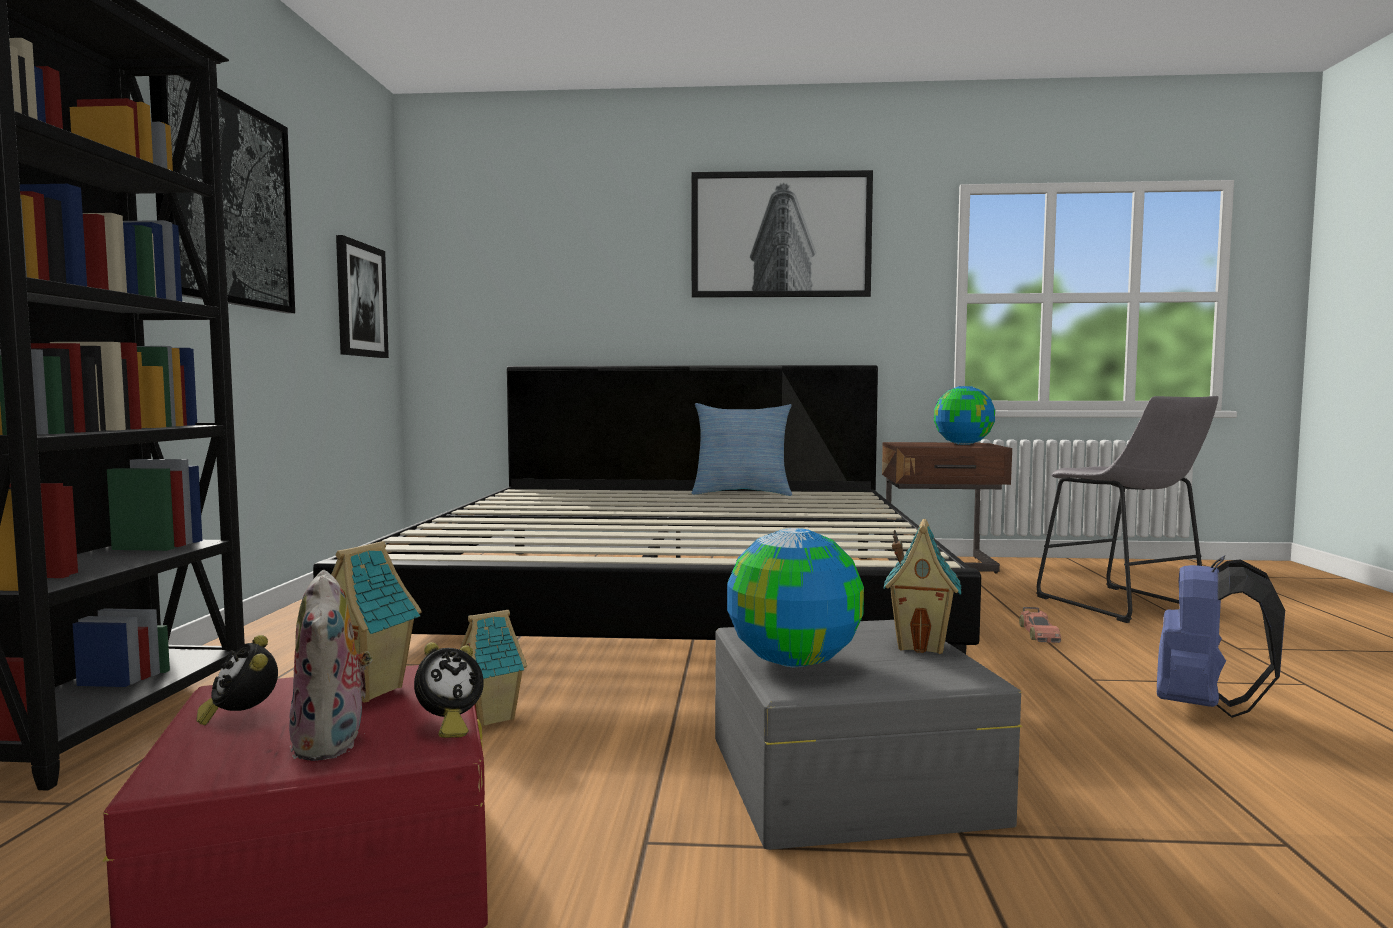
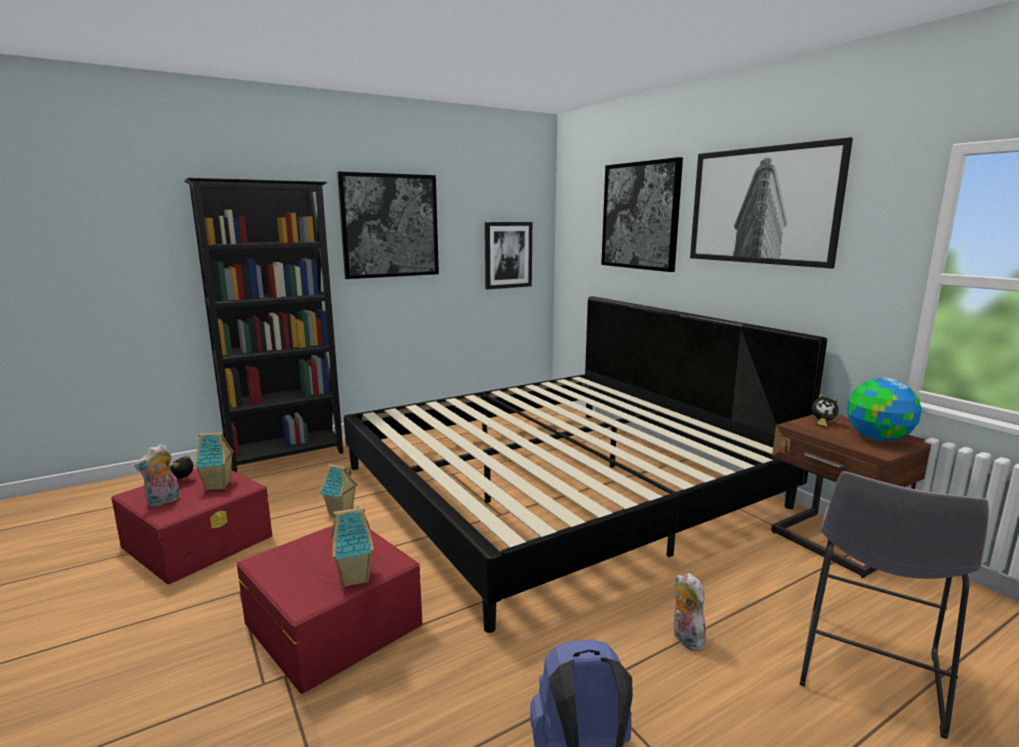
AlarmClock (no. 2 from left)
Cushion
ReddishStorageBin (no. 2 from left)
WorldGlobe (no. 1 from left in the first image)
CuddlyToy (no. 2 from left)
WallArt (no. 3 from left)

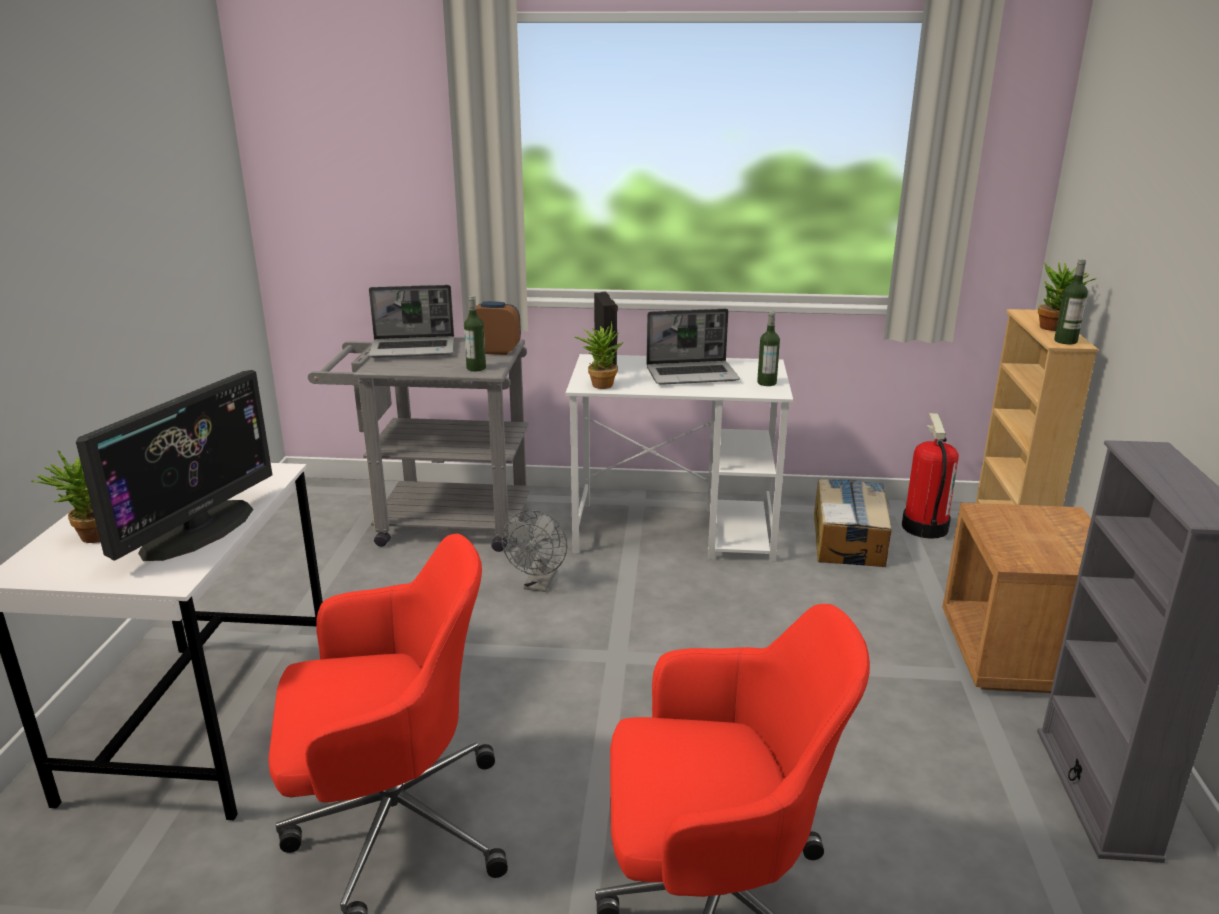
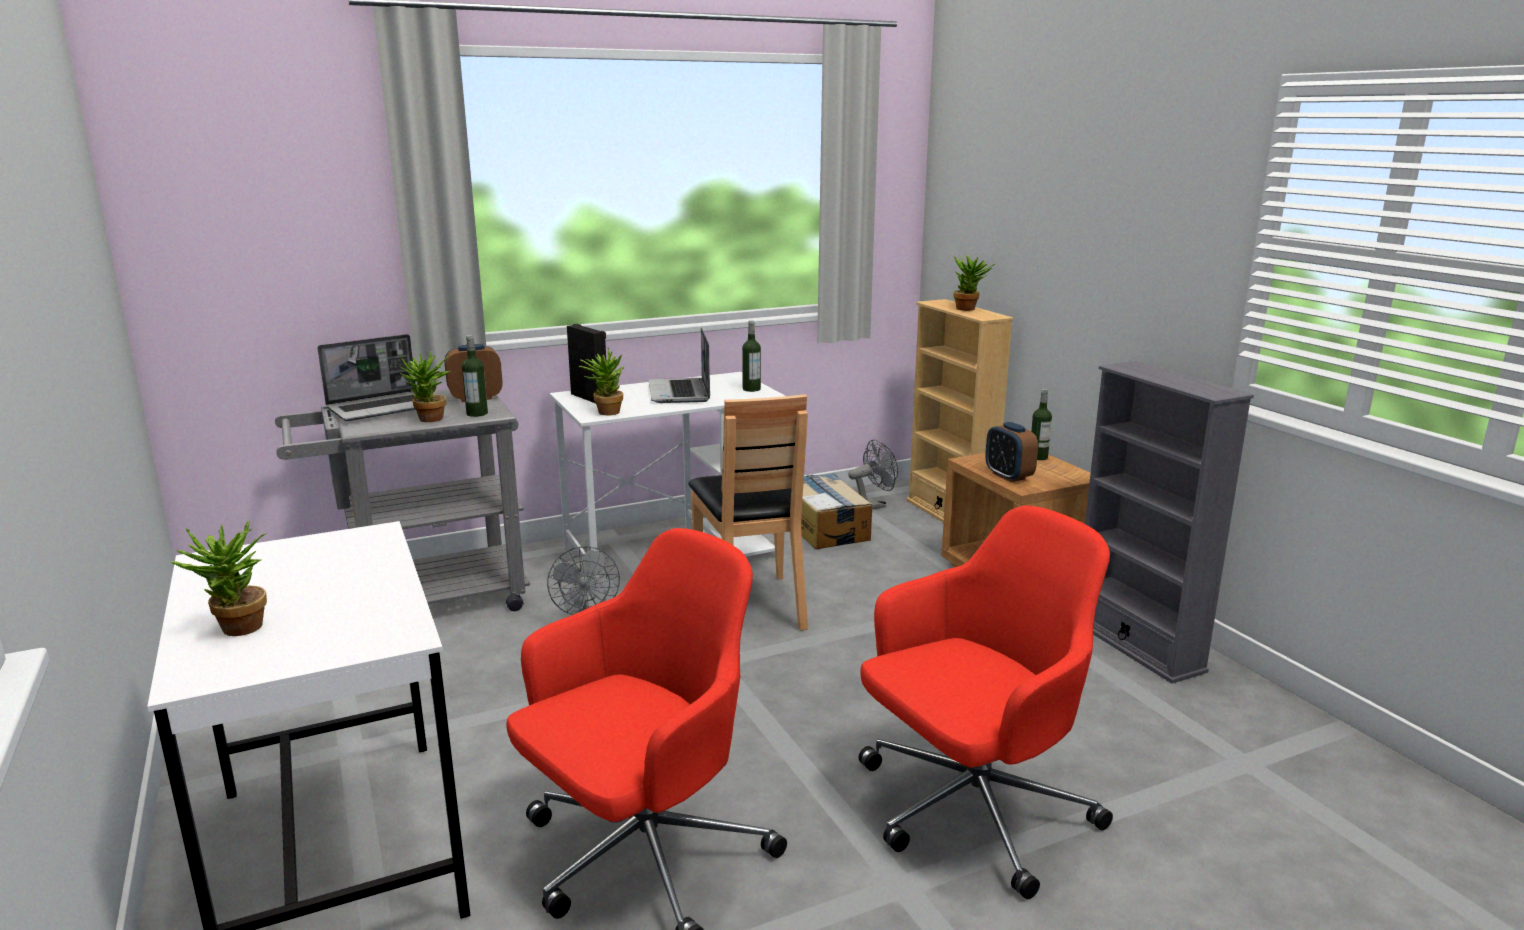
ComputerDisplay
NotebookComputer (no. 2 from left)
GreyElectricFan (no. 2 from left)
Bottle (no. 3 from left)
PottedPlant (no. 2 from left)
BrownPlainChair
AlarmClock (no. 2 from left)

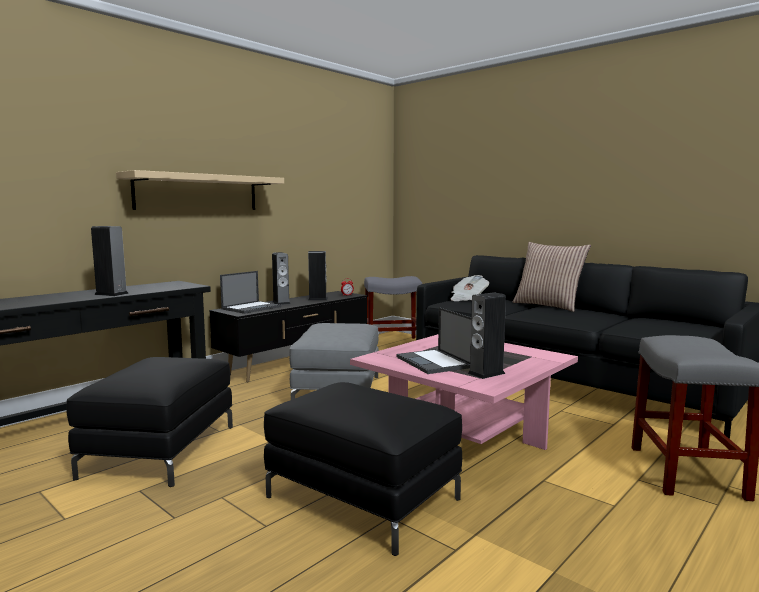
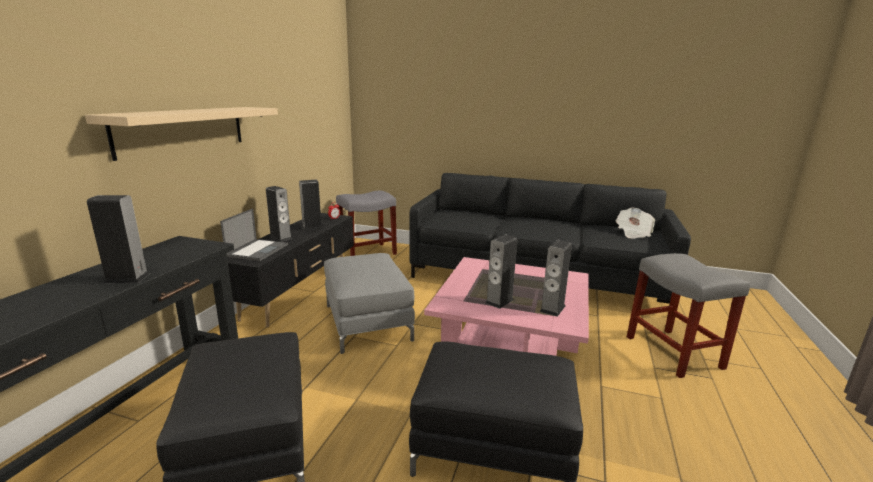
Speaker (no. 4 from left)
PrintedPaper
Cushion

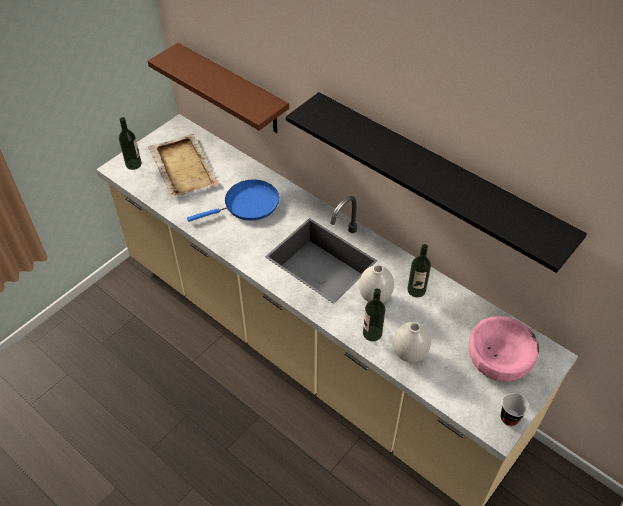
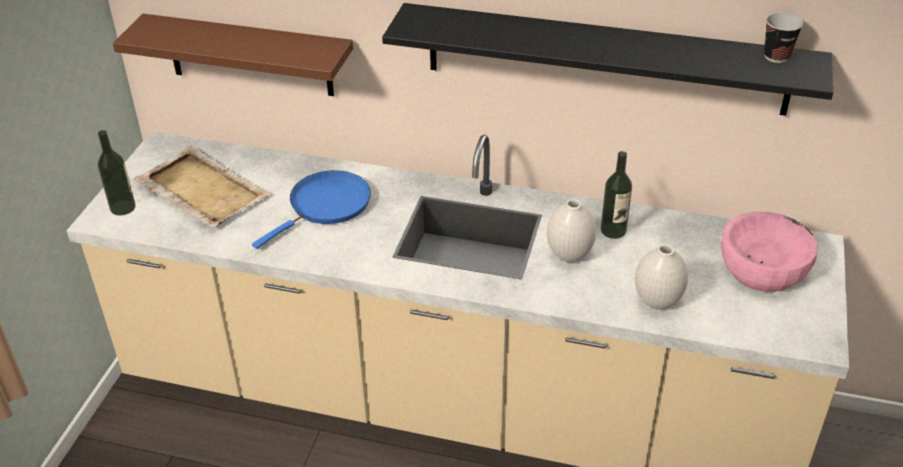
Bottle (no. 2 from left in the first image)
Cup

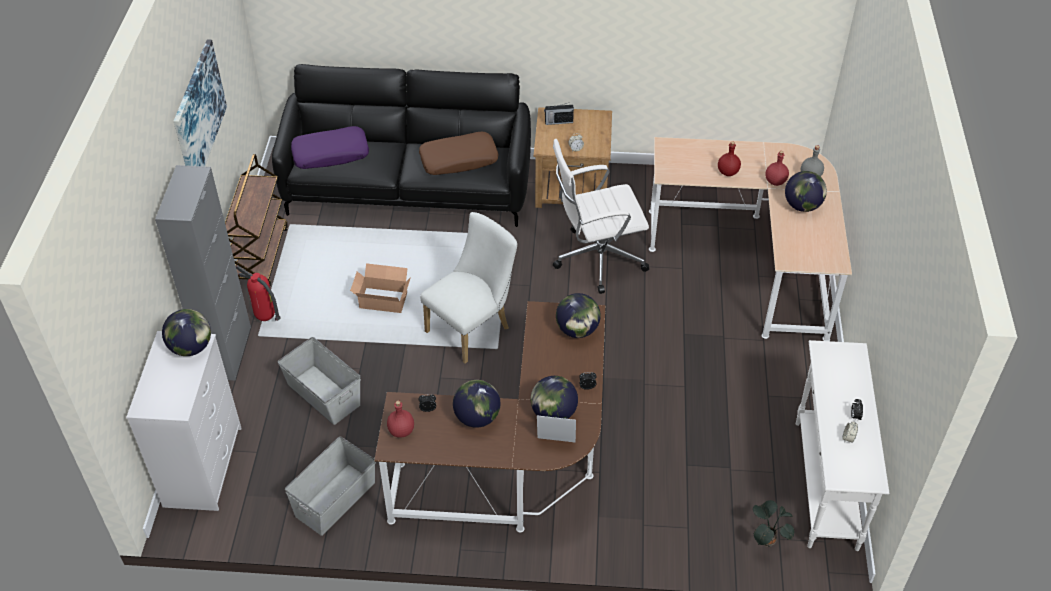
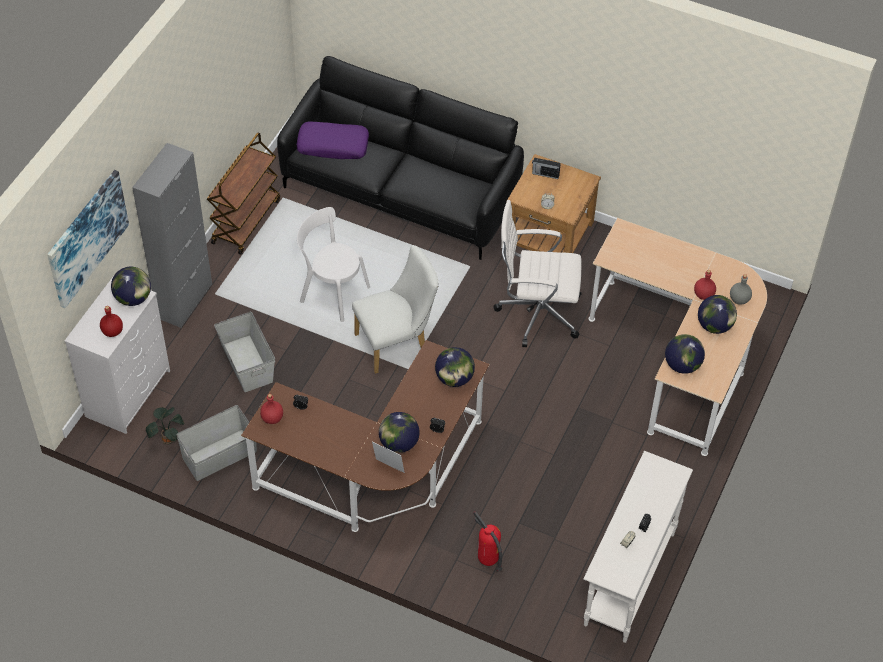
WallArt
FireFightingCylinder
WhitePlainChair (no. 1 from left)
BrownCushion
WorldGlobe (no. 4 from left)
ReddishBottle (no. 1 from left)
PottedPlant

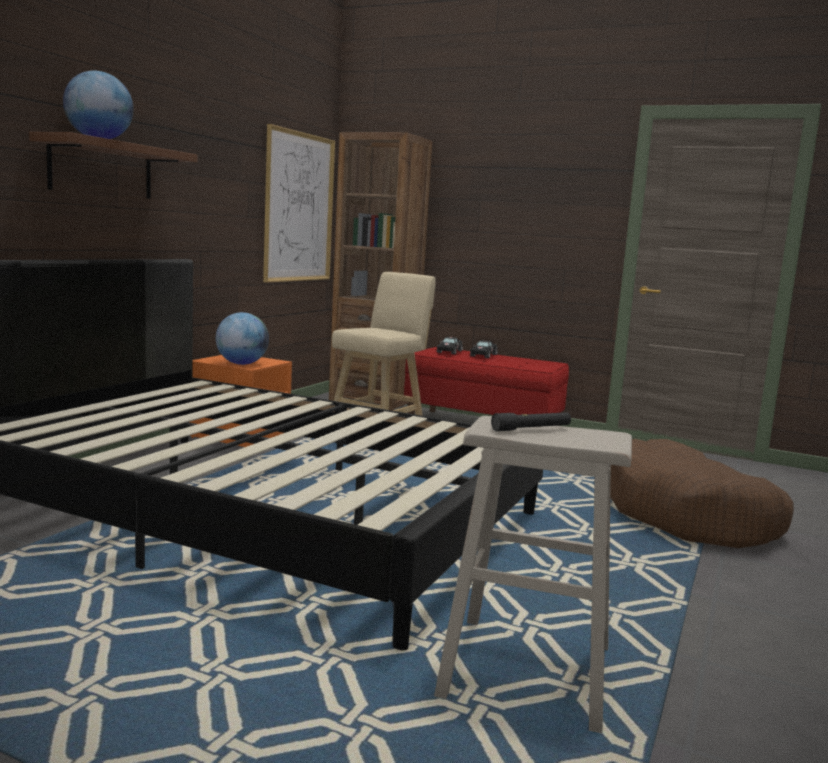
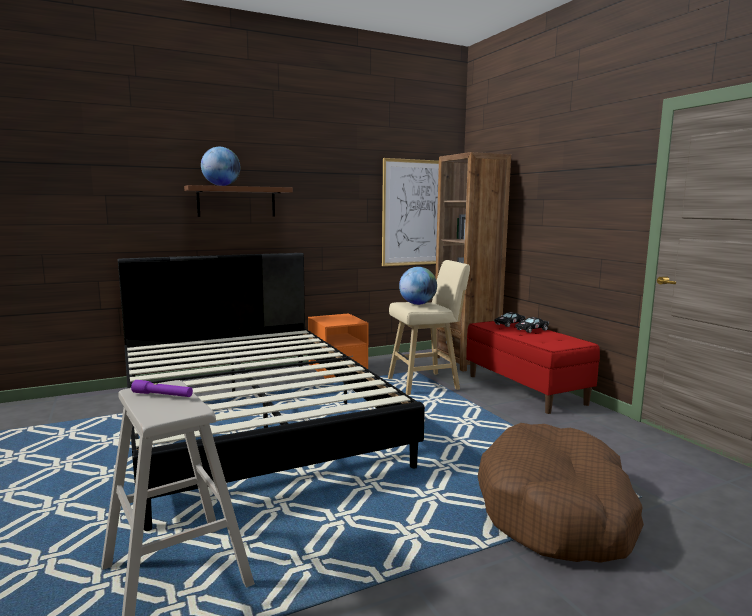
WorldGlobe (no. 2 from left)
PurplishTorch

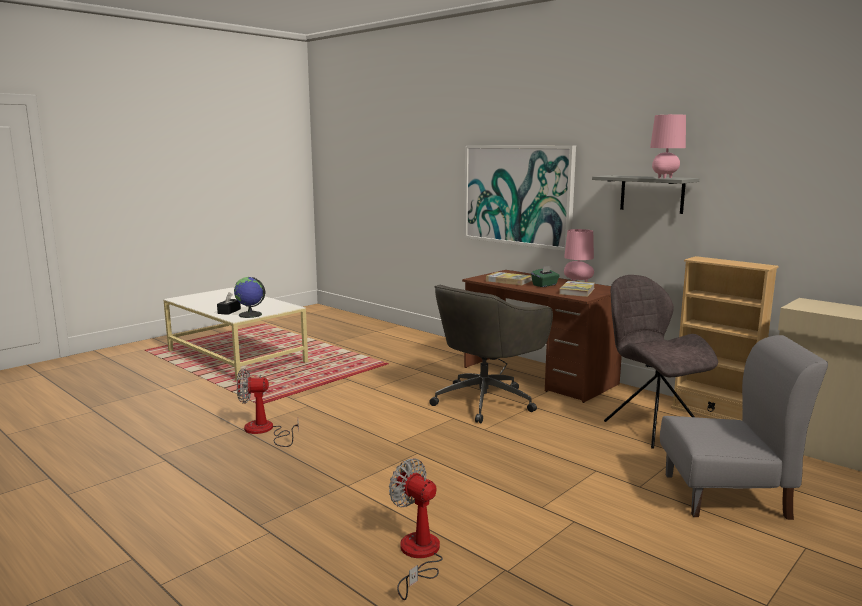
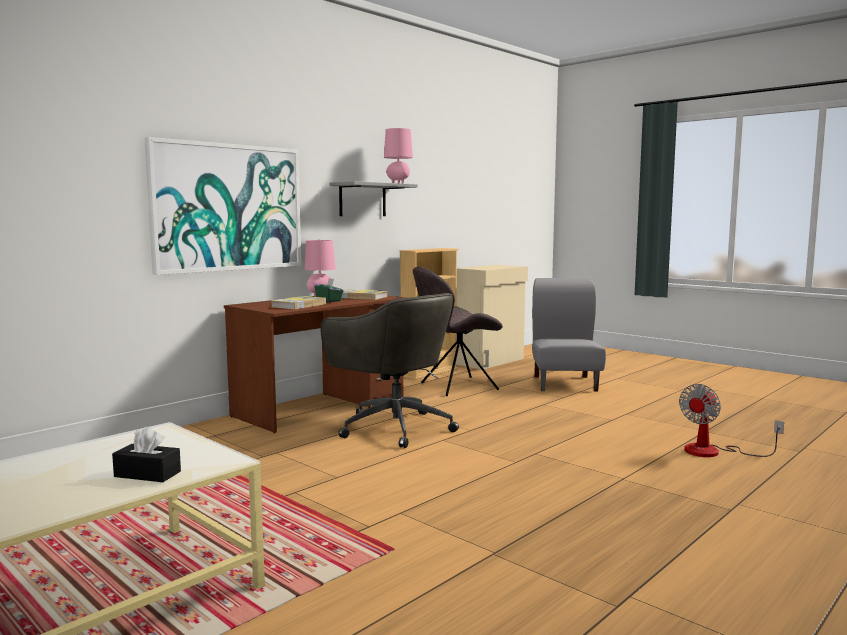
WorldGlobe
ElectricFan (no. 1 from left in the first image)

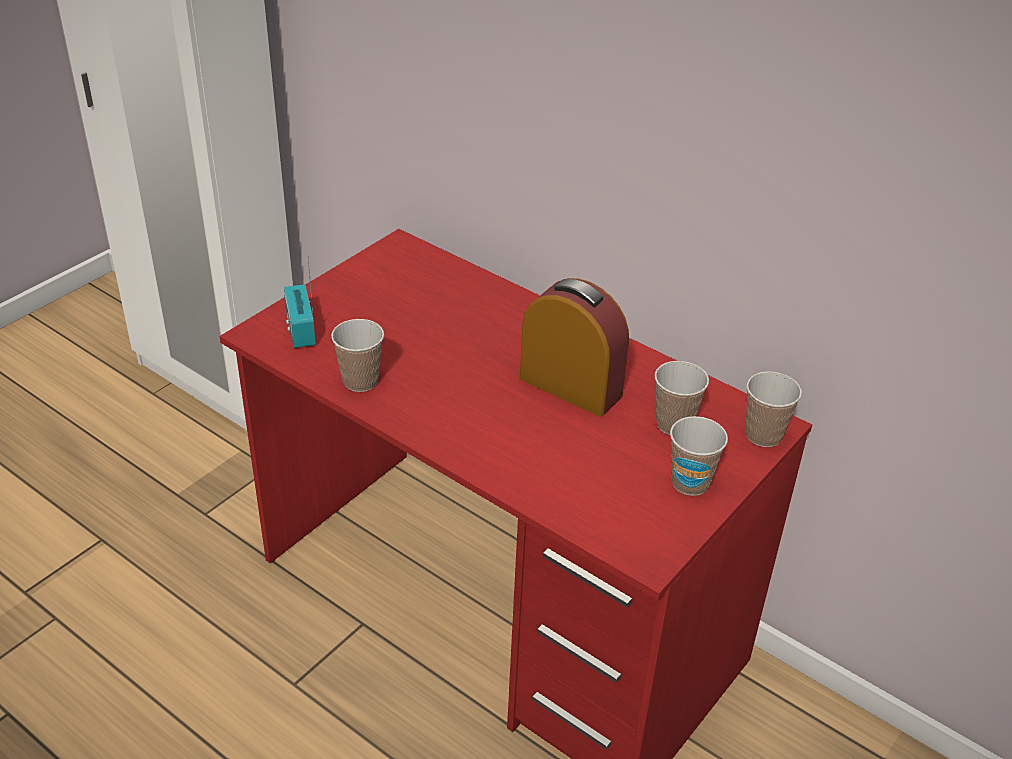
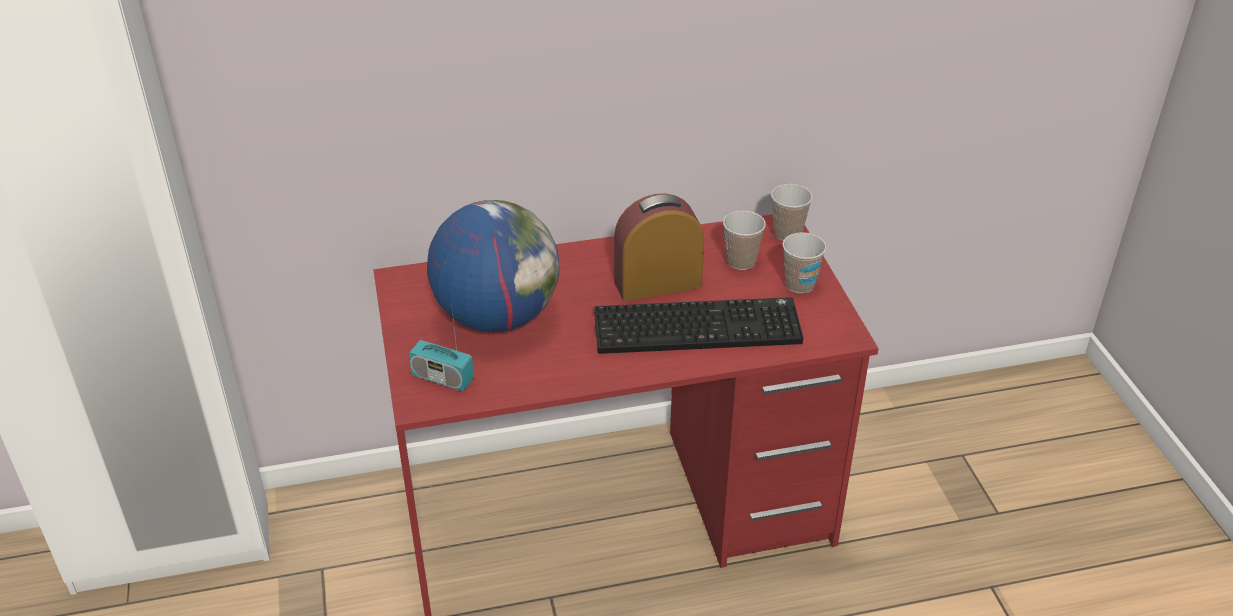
Cup (no. 1 from left in the first image)
WorldGlobe
ComputerKeyboard

